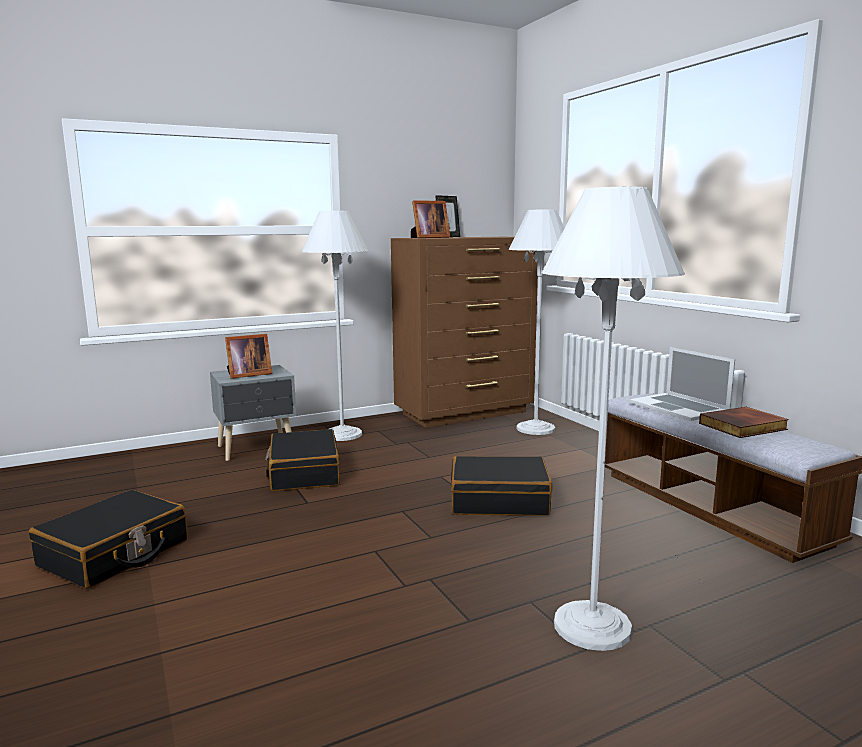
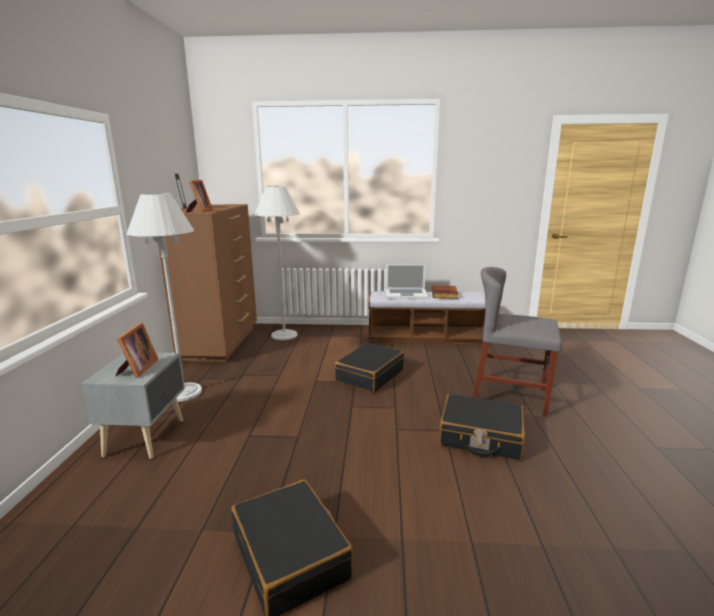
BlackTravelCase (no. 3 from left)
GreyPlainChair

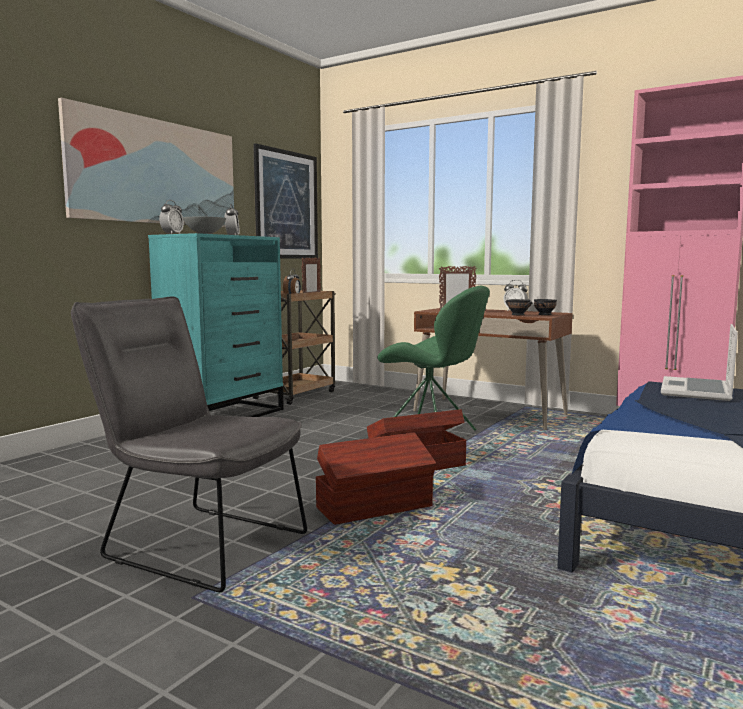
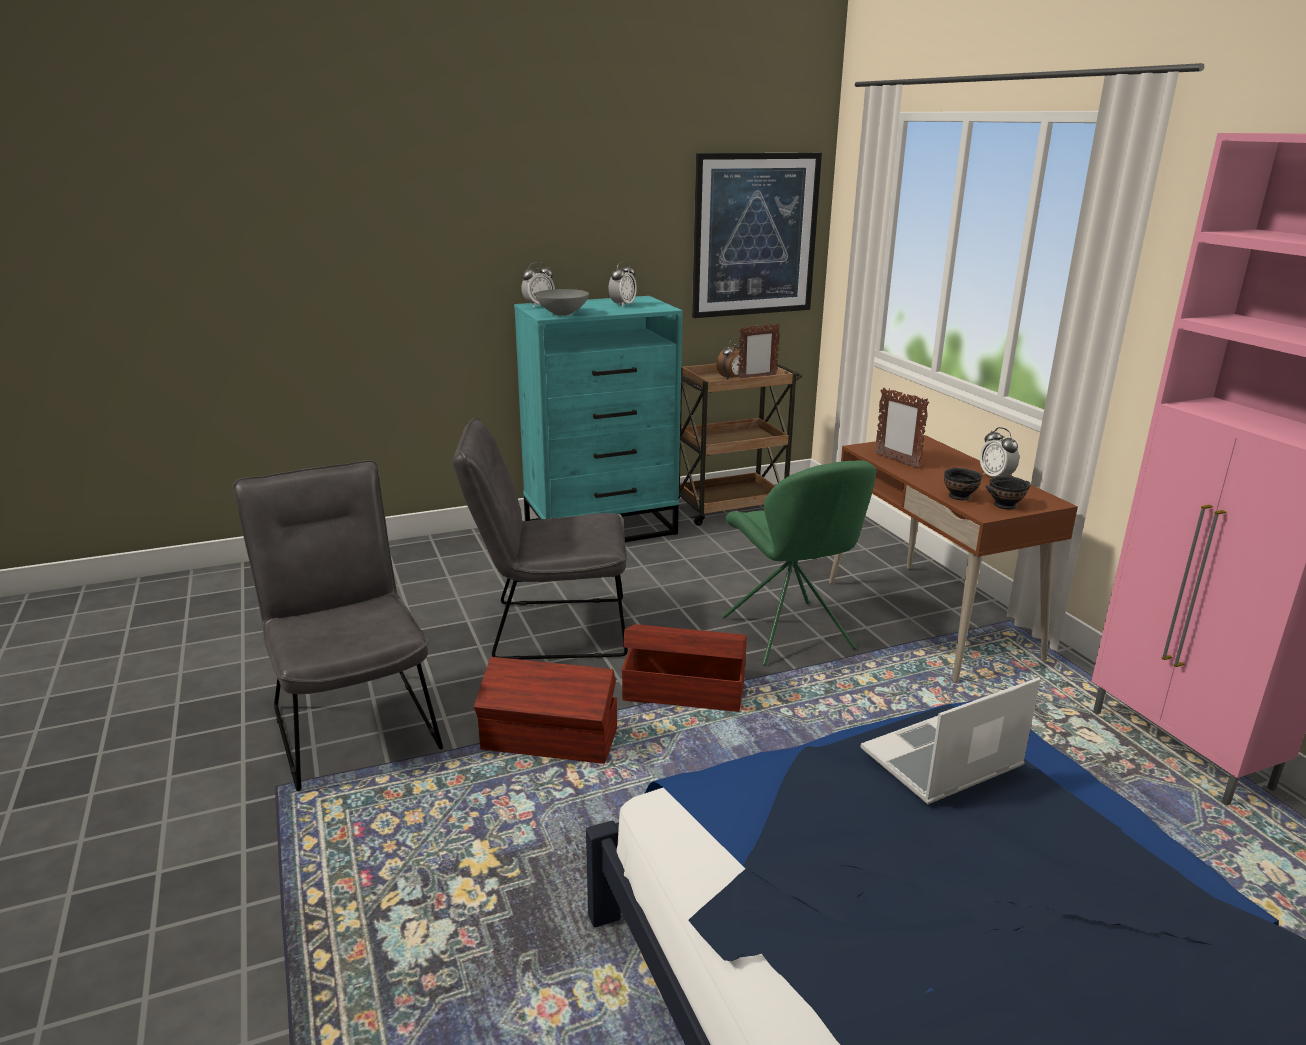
WallArt (no. 1 from left in the first image)
GreyPlainChair (no. 2 from left)

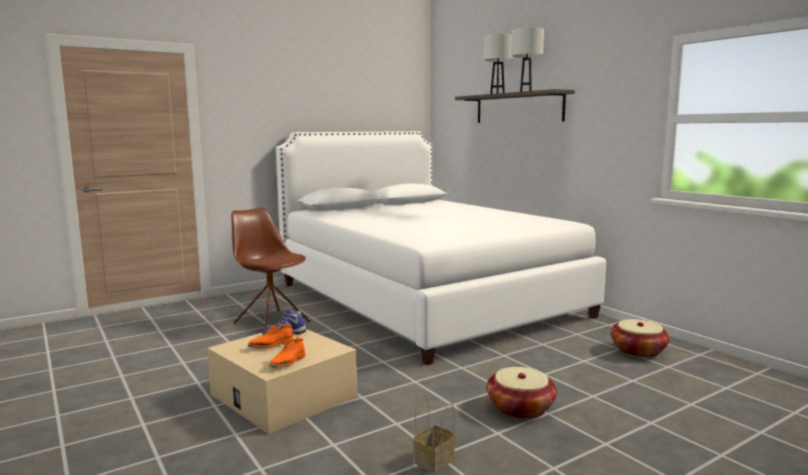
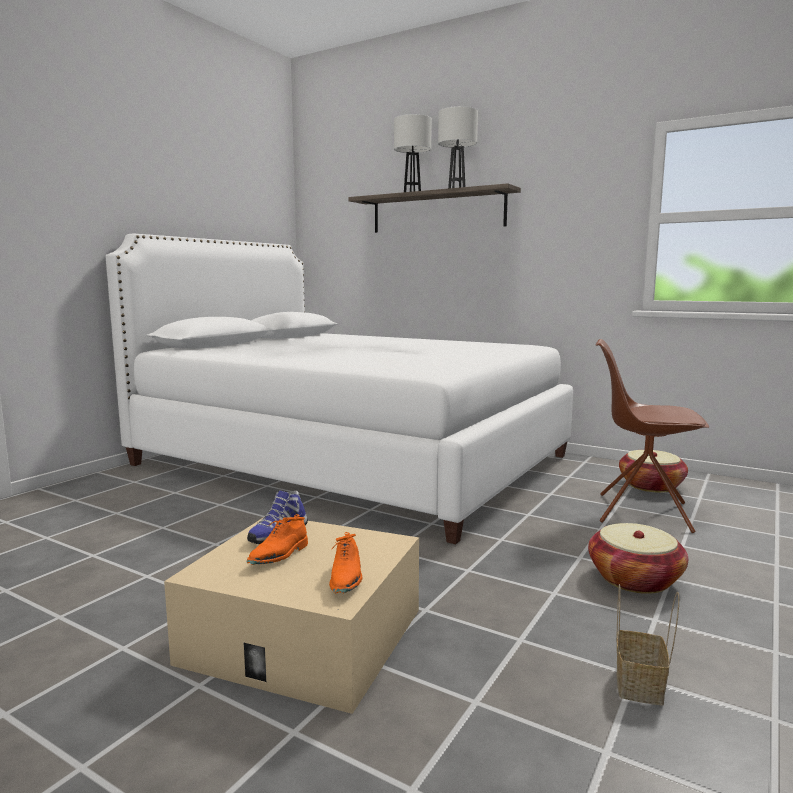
BrownPlainChair

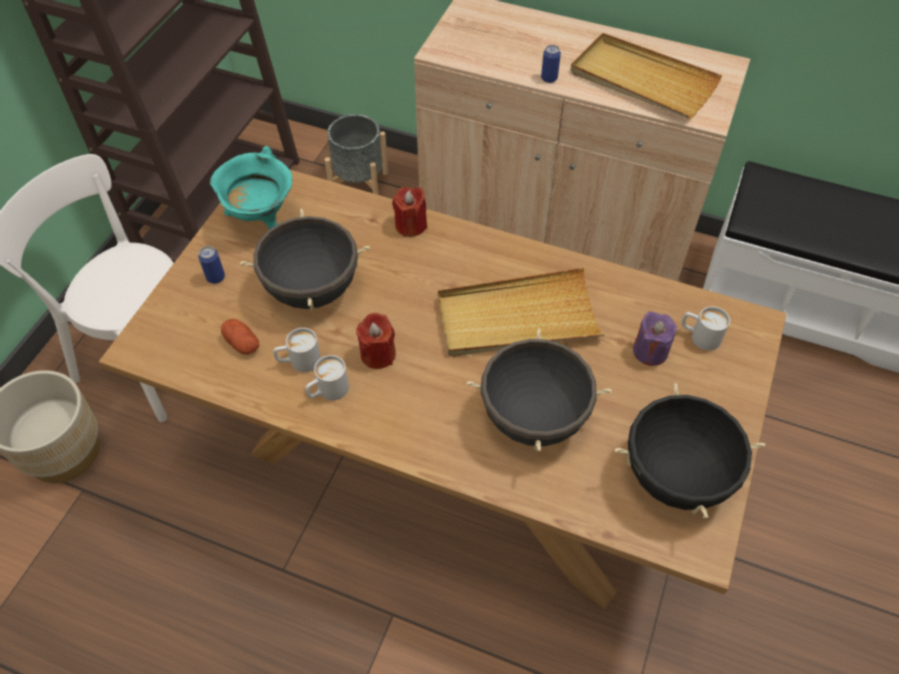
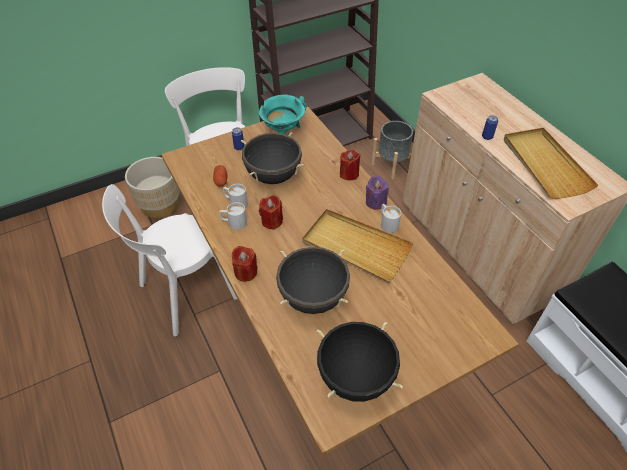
PurplishWaxLight
WhiteTeaMug (no. 3 from left)
WhitePlainChair (no. 1 from left)
ReddishWaxLight (no. 1 from left)

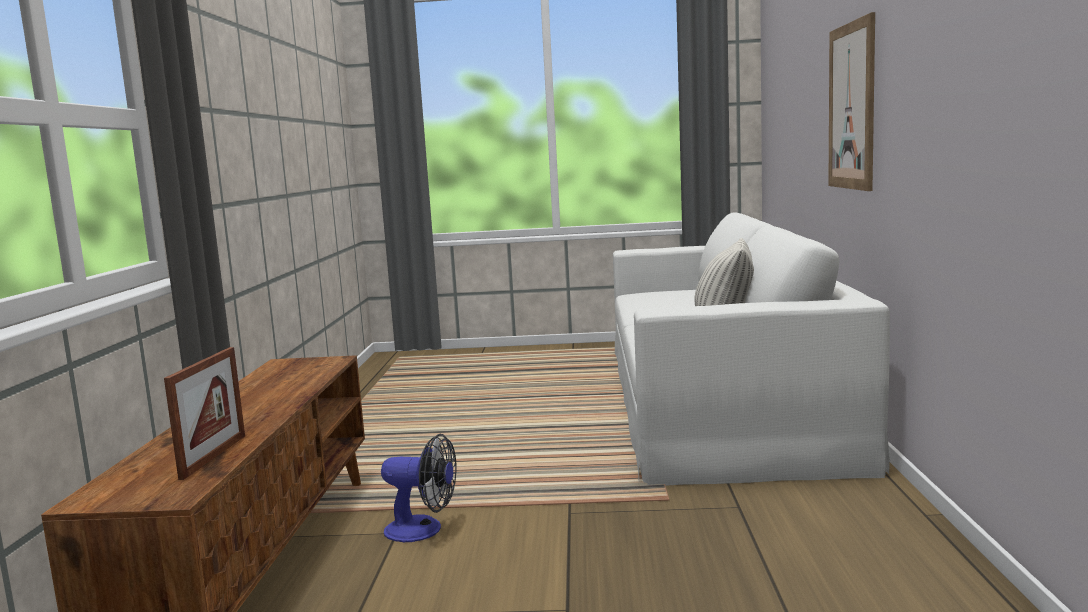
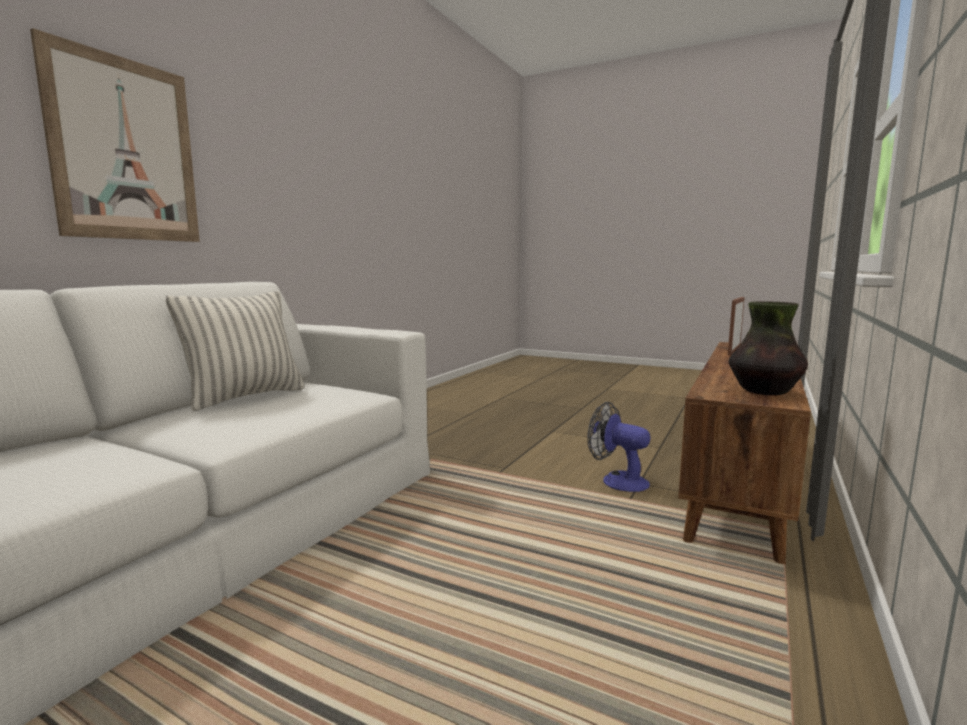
FlowerVase

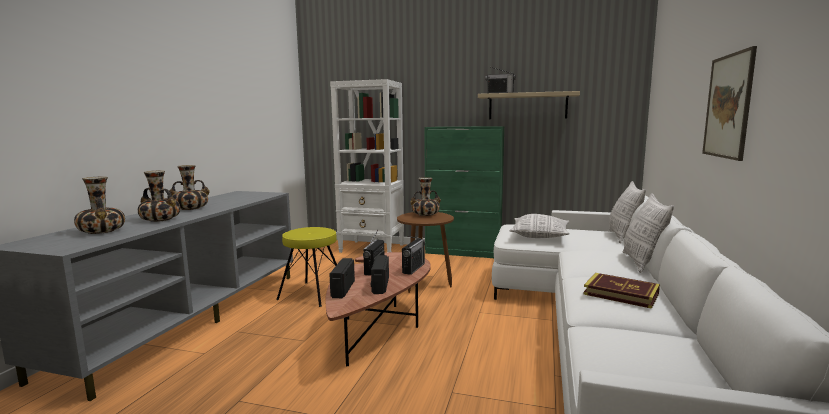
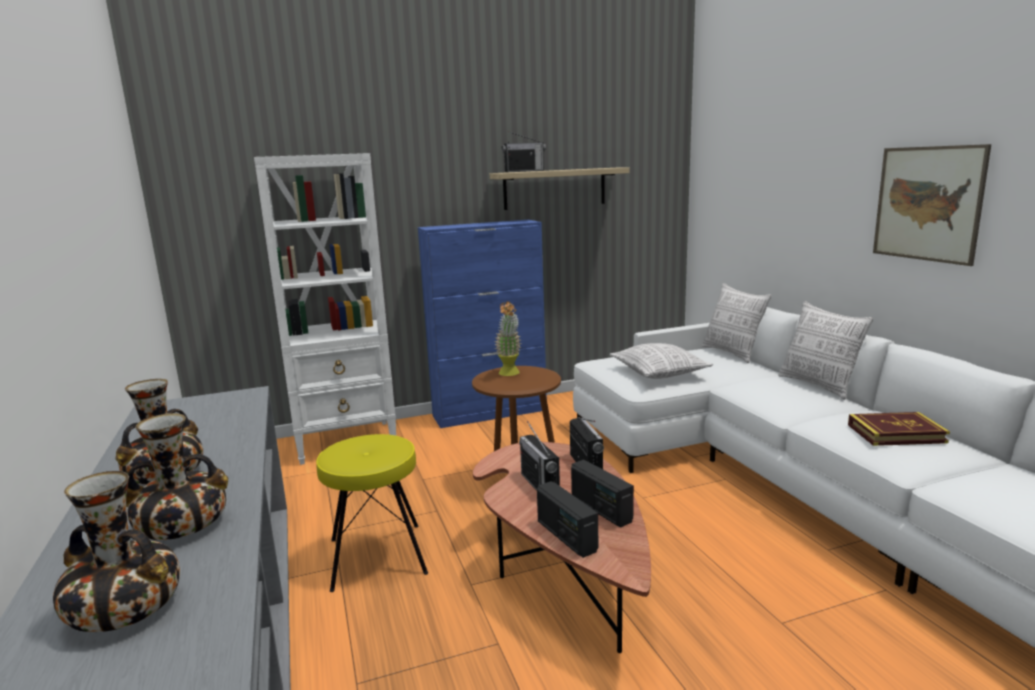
PottedPlant
BluishStorageCabinet

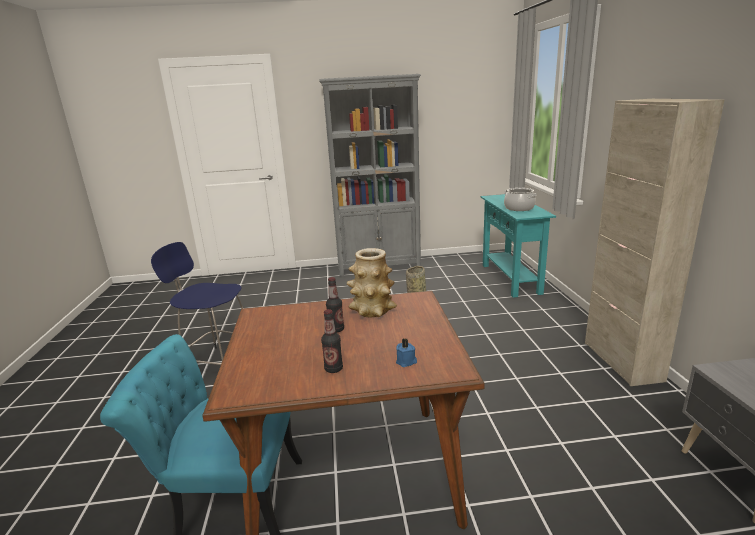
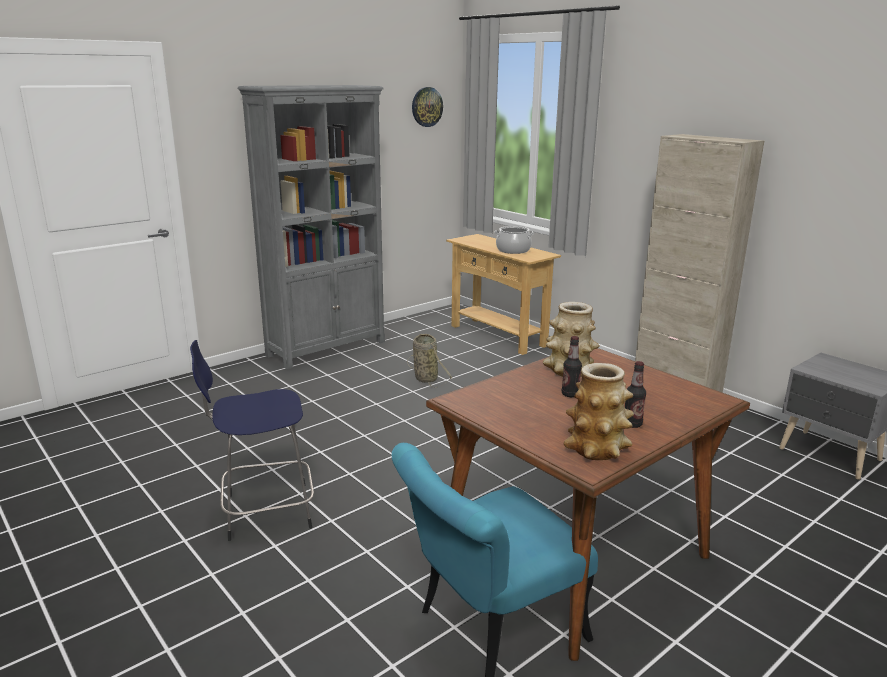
BluishWaxLight
BeigeConsoleTable
WallClock
FlowerVase (no. 2 from left)

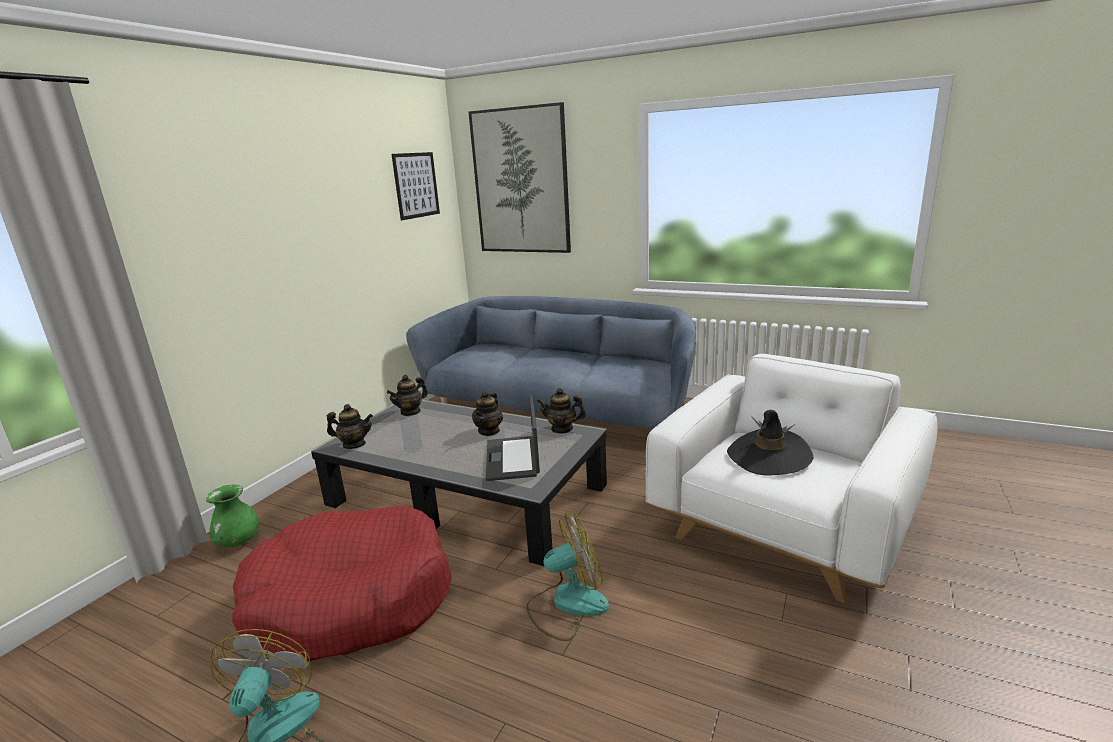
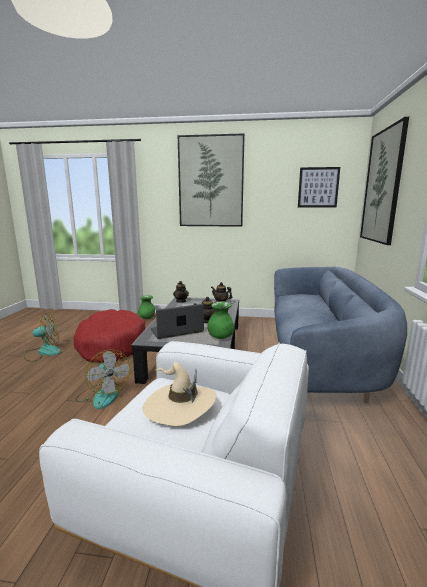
GreenColouredFlowerVase (no. 2 from left)
BeigeHat
WallArt (no. 1 from left)

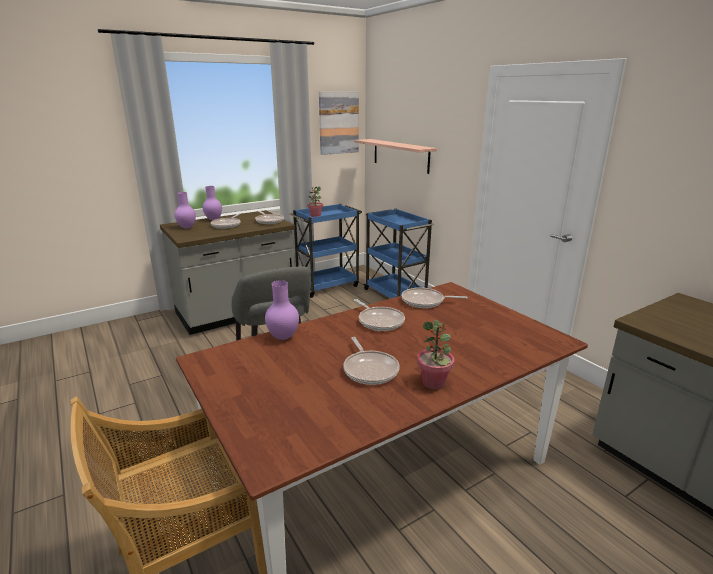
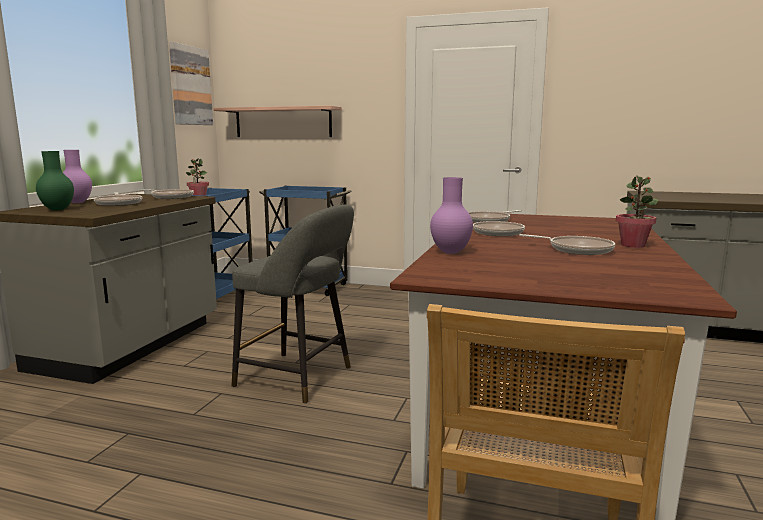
GreenColouredFlowerVase

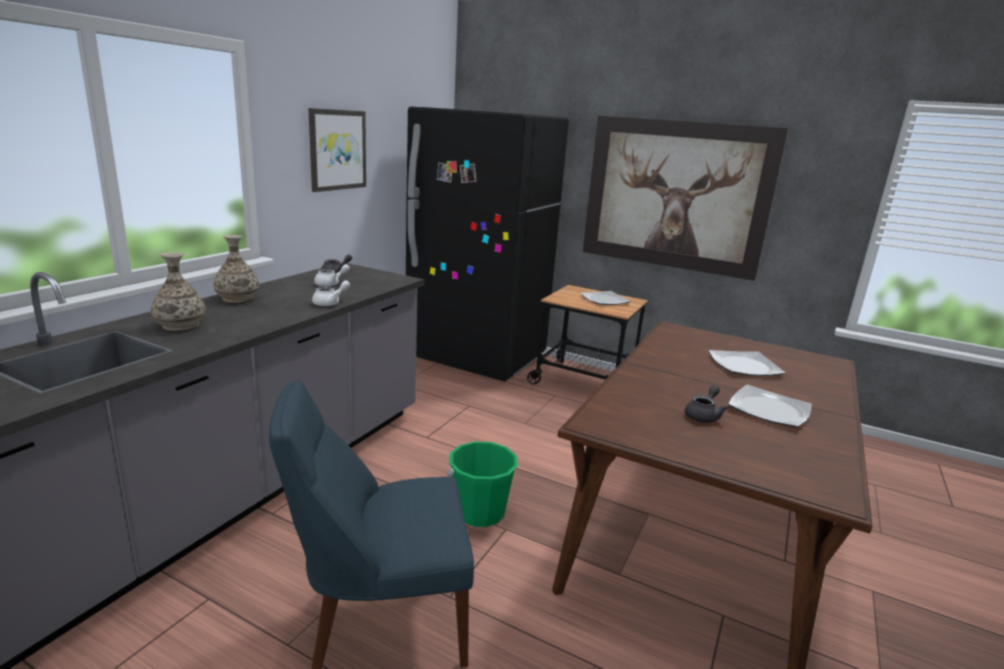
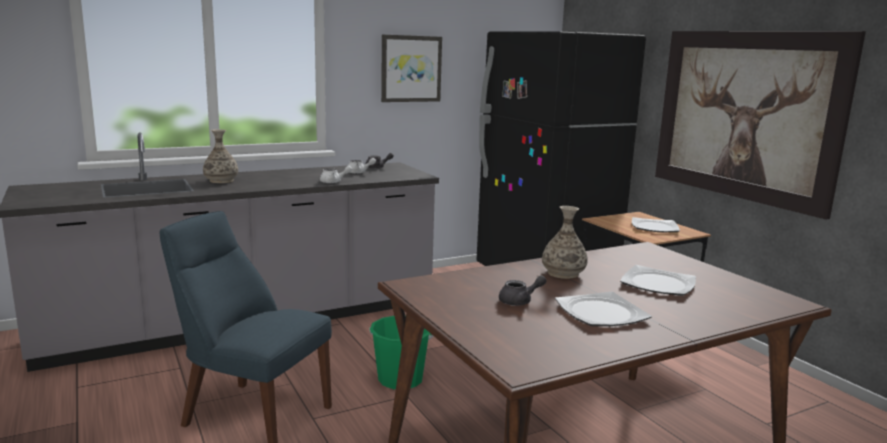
FlowerVase (no. 2 from left)

